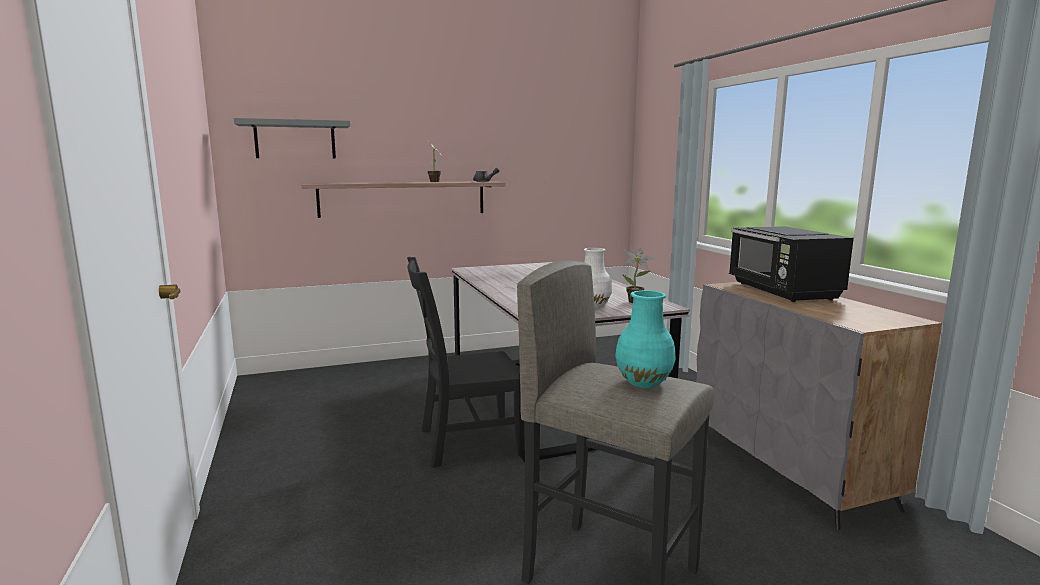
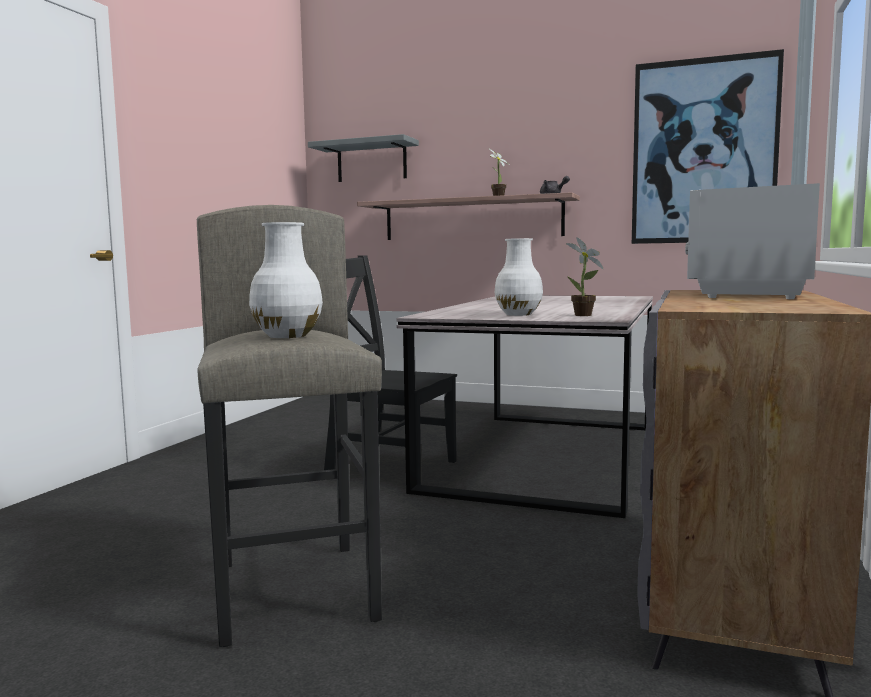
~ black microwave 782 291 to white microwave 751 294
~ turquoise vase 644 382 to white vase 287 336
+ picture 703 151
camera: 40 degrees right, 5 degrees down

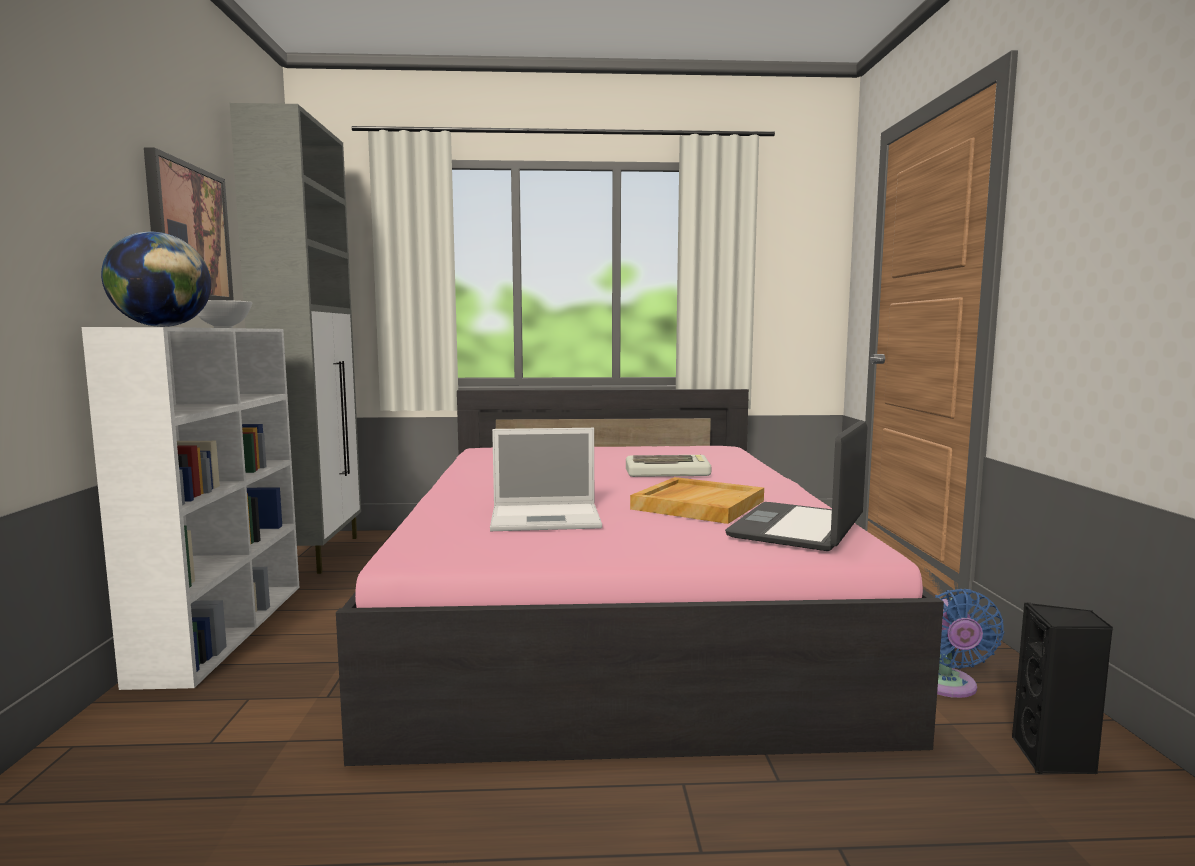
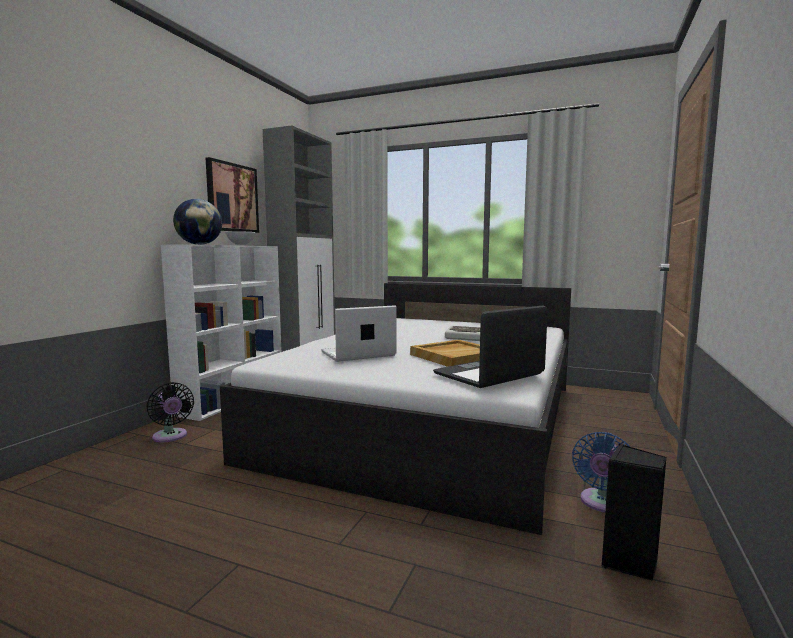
~ pink bed 615 607 to white bed 431 419
~ laptop 548 518 = 357 354 135 degrees clockwise
+ black fan 170 437
camera: 25 degrees right, 0 degrees up

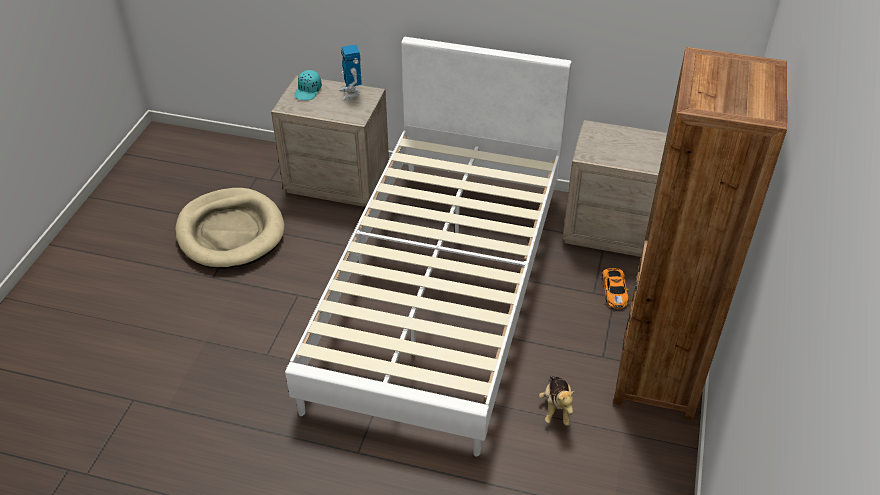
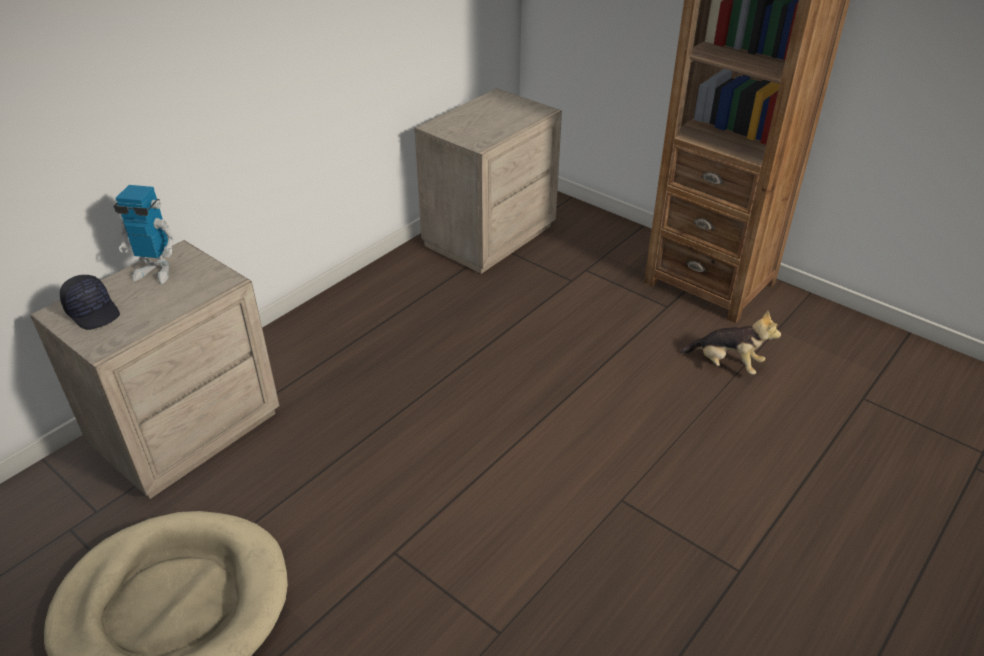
- white bed 440 291
~ turquoise cap 308 91 to black cap 93 311
- toy car 614 290
camera: 65 degrees left, 5 degrees down

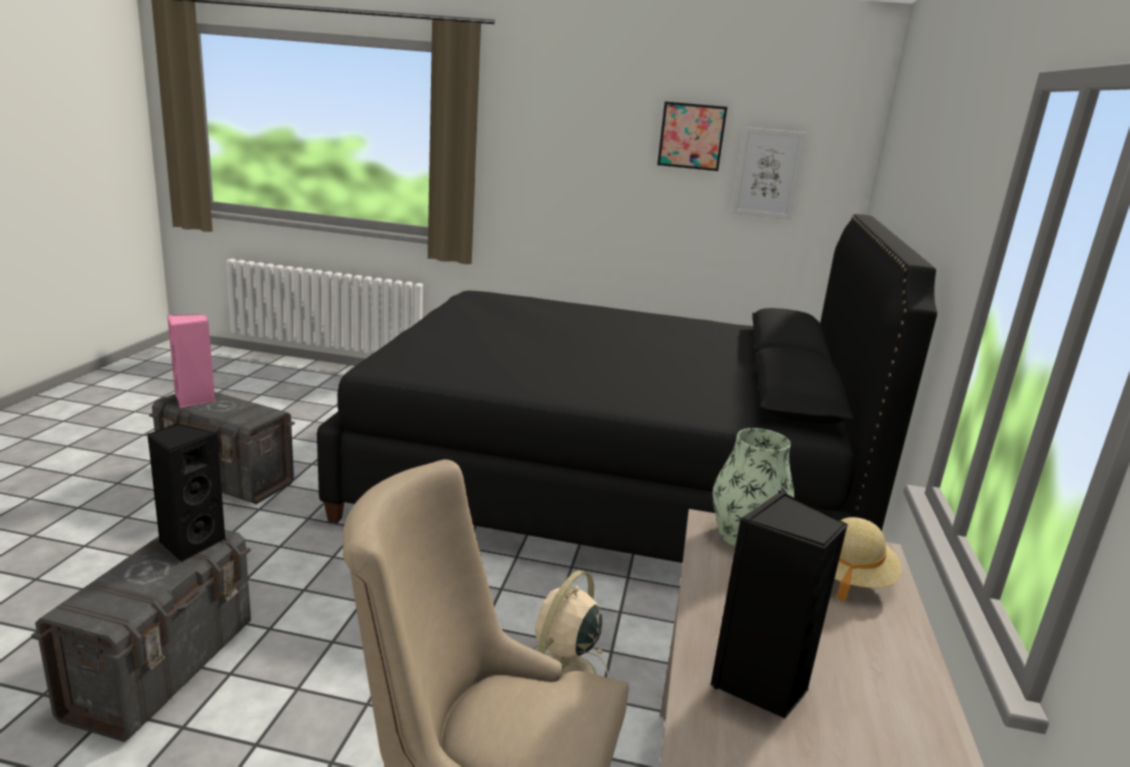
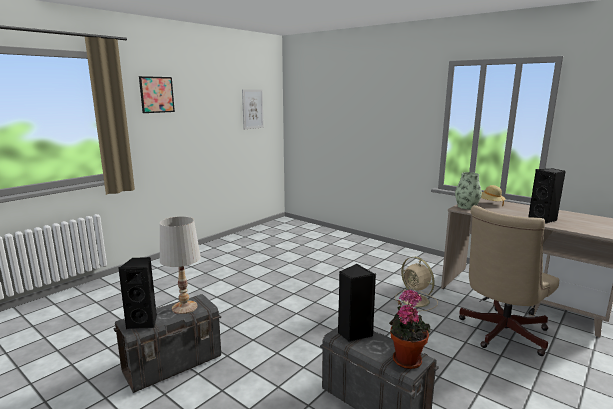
~ picture 691 136 to 157 94
- black bed 604 482
~ pink speaker 195 399 to black speaker 144 322
+ white table lamp 184 307
+ potted plant 406 358
camera: 60 degrees left, 5 degrees down

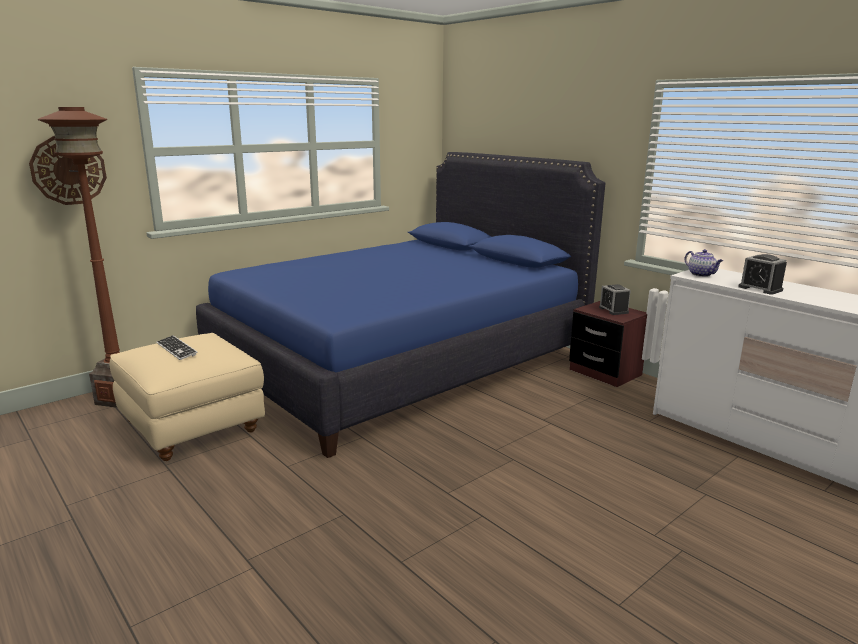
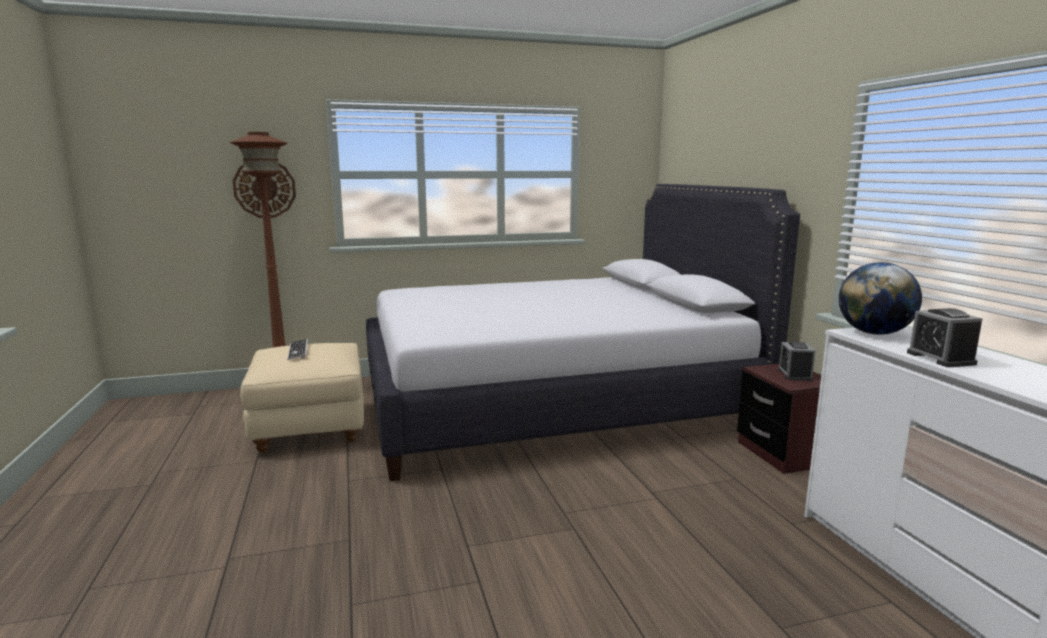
~ blue bed 400 362 to white bed 551 402
~ teapot 701 274 to globe 874 333
camera: 25 degrees right, 5 degrees down

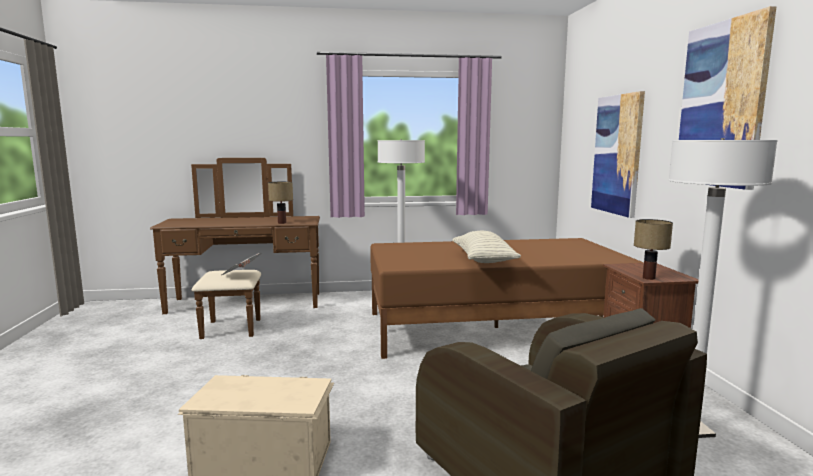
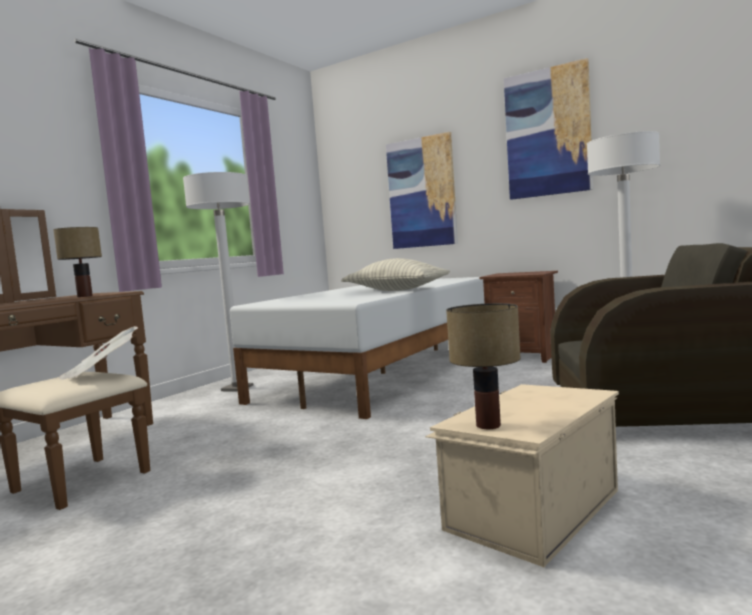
~ table lamp 649 278 to 489 425
~ brown bed 495 327 to white bed 384 373
camera: 50 degrees left, 5 degrees down

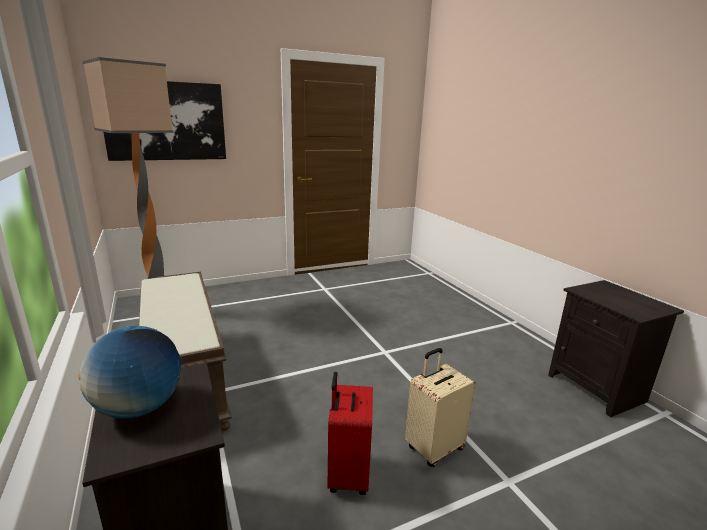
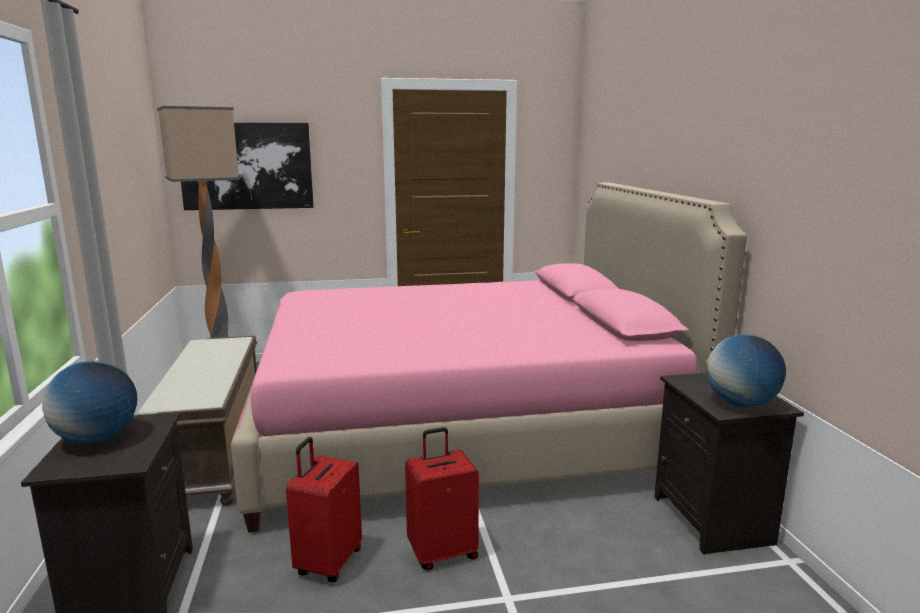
~ beige suitcase 433 447 to red suitcase 442 552
+ pink bed 462 430
+ globe 740 404
camera: 15 degrees right, 5 degrees down

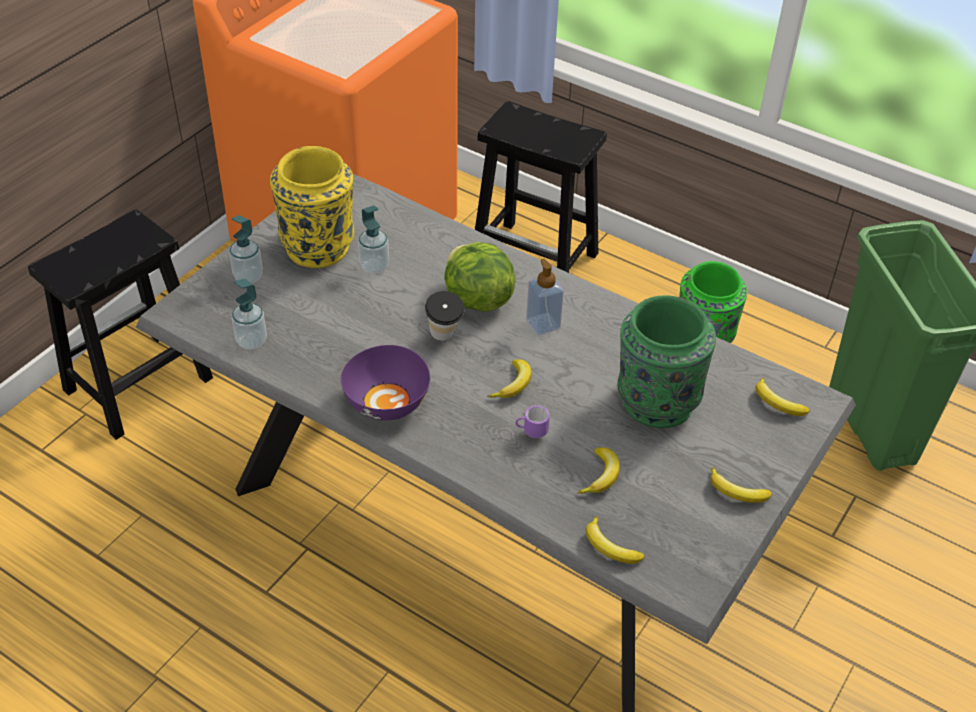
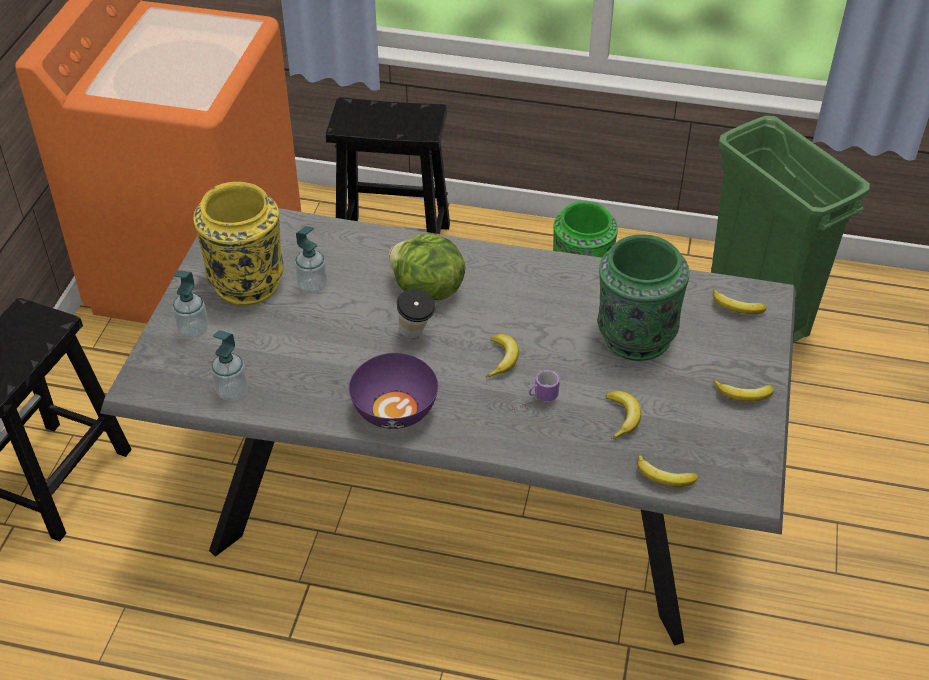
- soap dispenser 543 324
camera: 20 degrees left, 0 degrees up

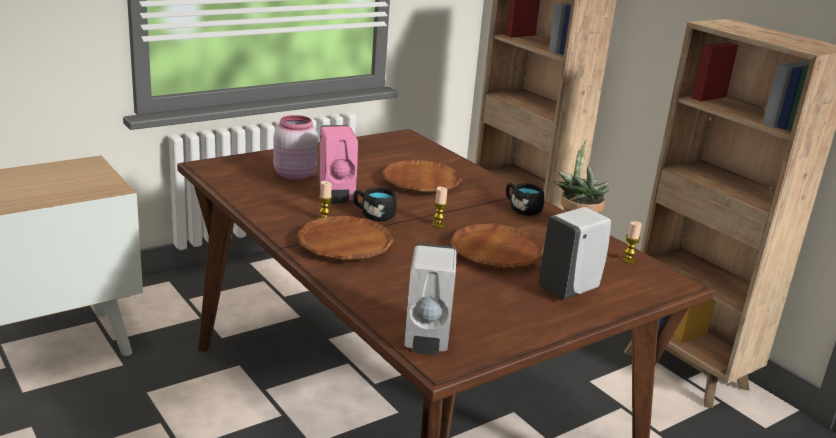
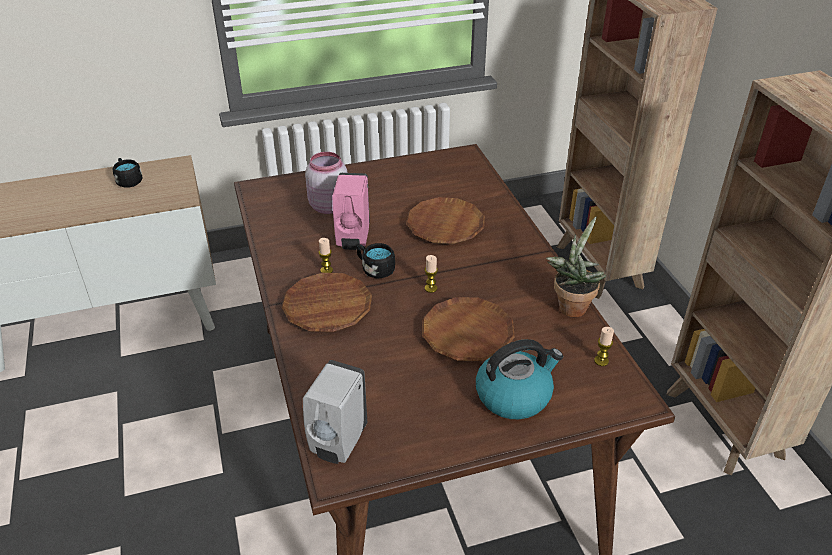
~ black mug 521 209 to 128 180
~ white soap dispenser 570 289 to kettle 514 395
camera: 20 degrees right, 15 degrees up

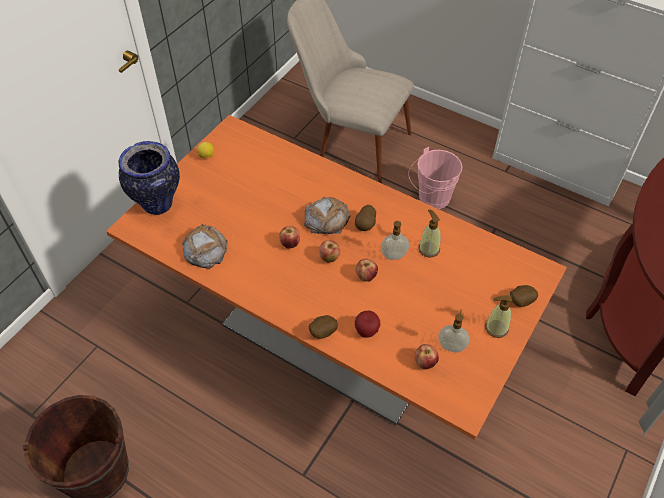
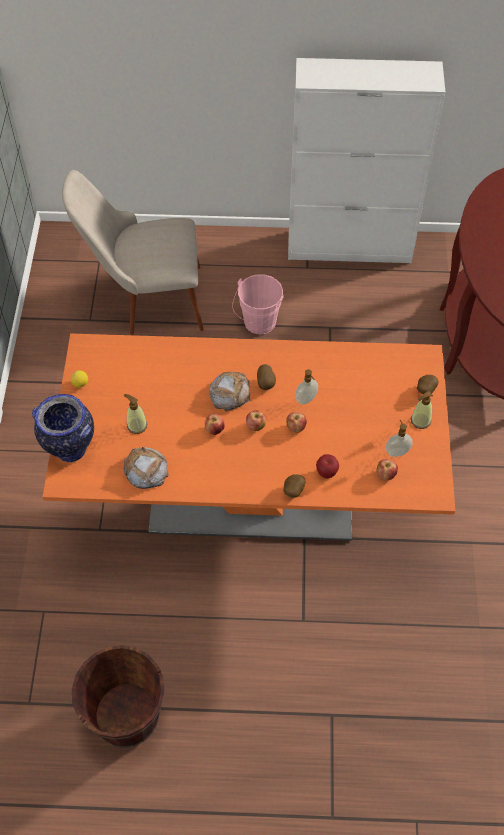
~ soap dispenser 429 249 to 137 425
camera: 30 degrees left, 5 degrees up

